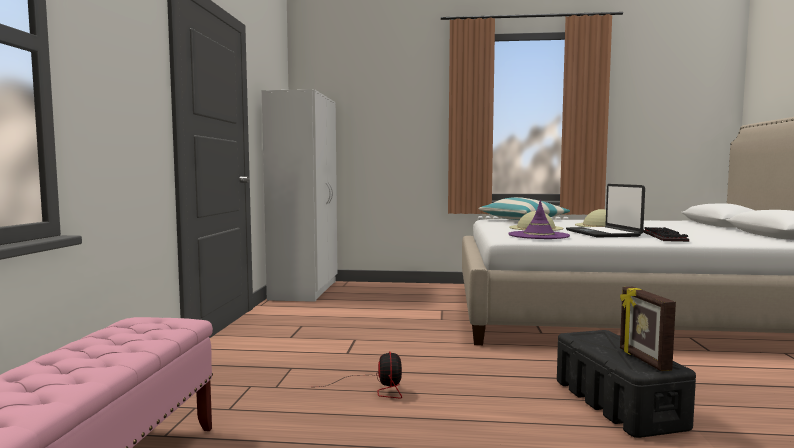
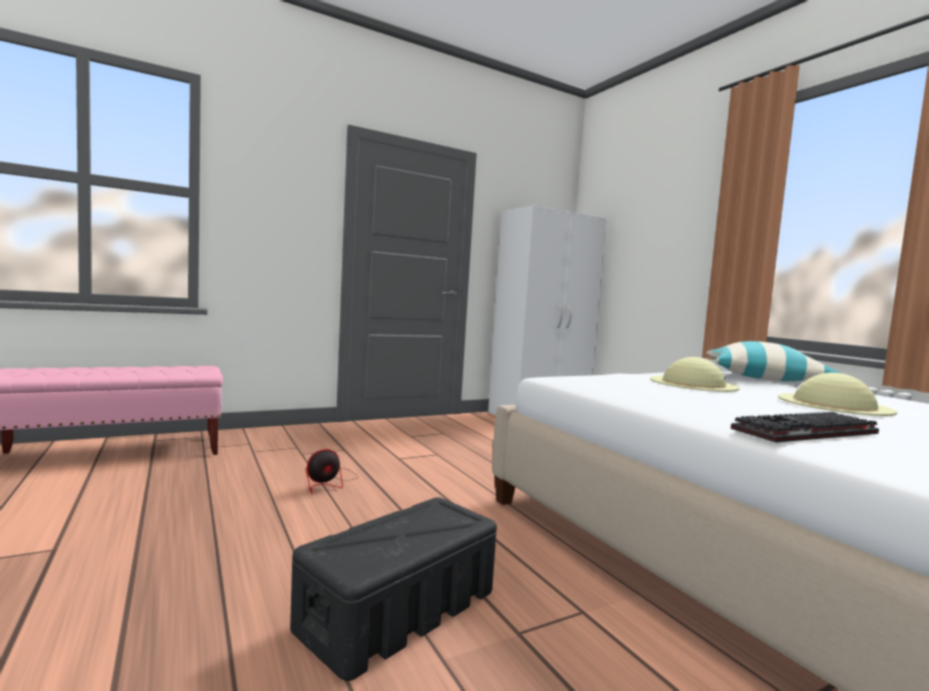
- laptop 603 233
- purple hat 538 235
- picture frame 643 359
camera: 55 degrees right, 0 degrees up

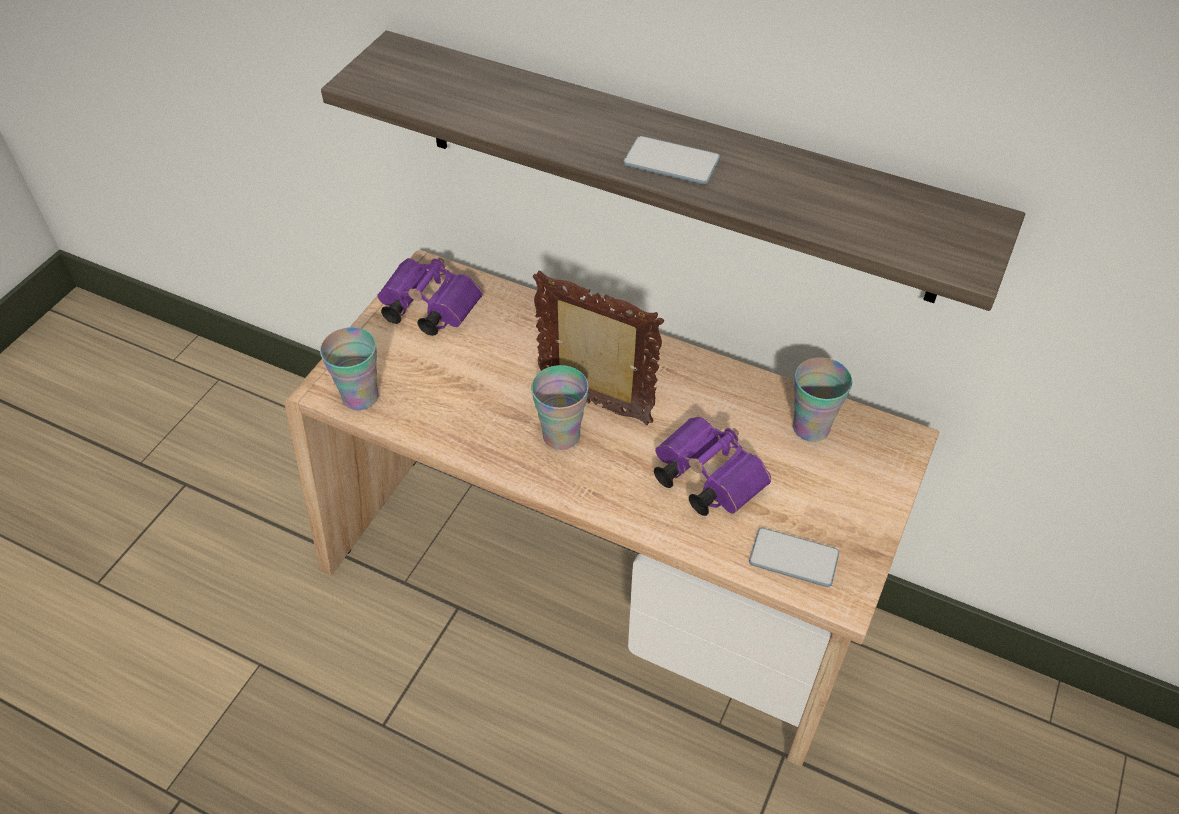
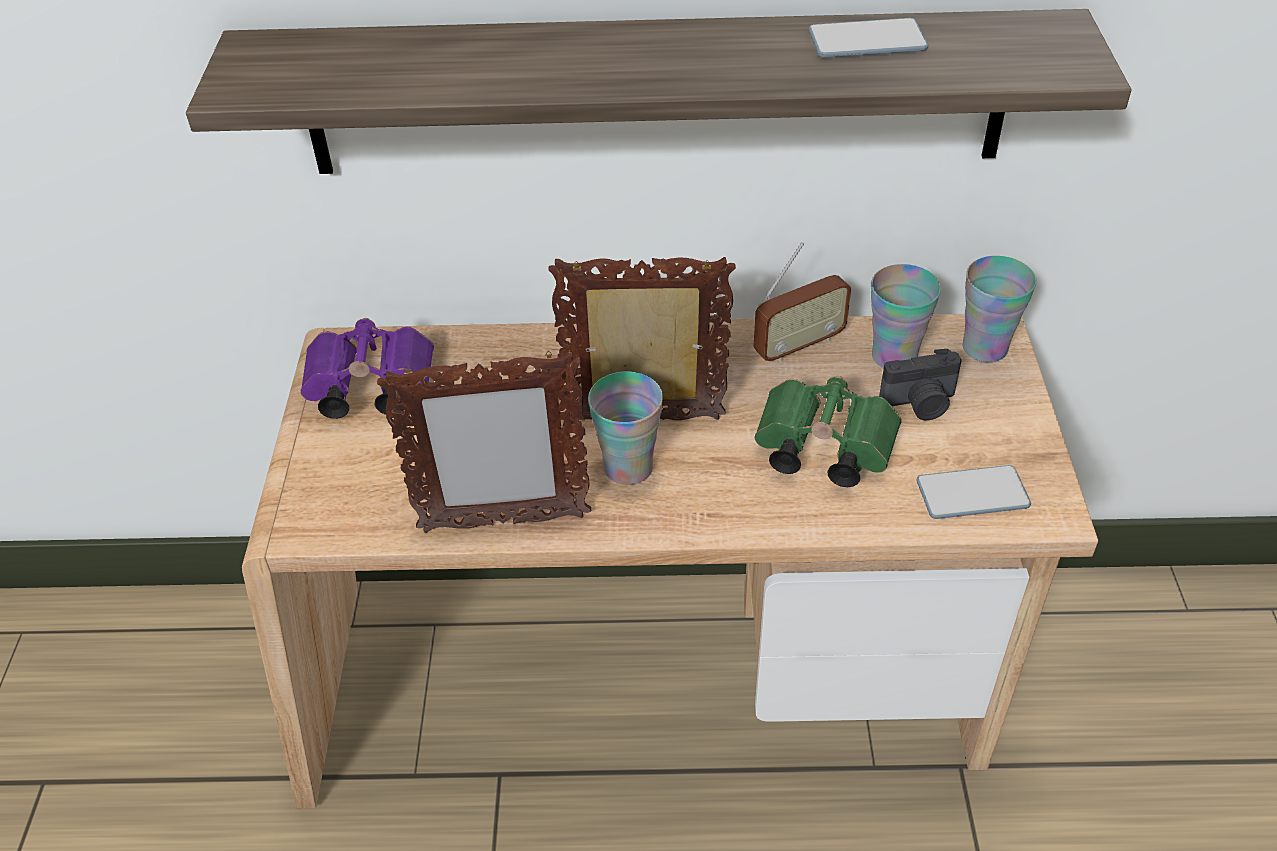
~ phone 671 162 to 867 41
~ cup 360 397 to 984 348
~ purple binoculars 704 477 to green binoculars 819 450
+ radio 798 346
+ photo camera 920 404
+ picture frame 503 523
camera: 25 degrees left, 5 degrees down

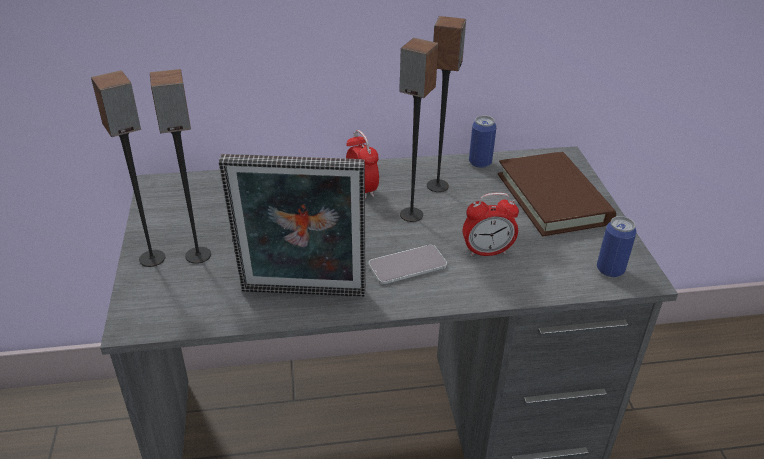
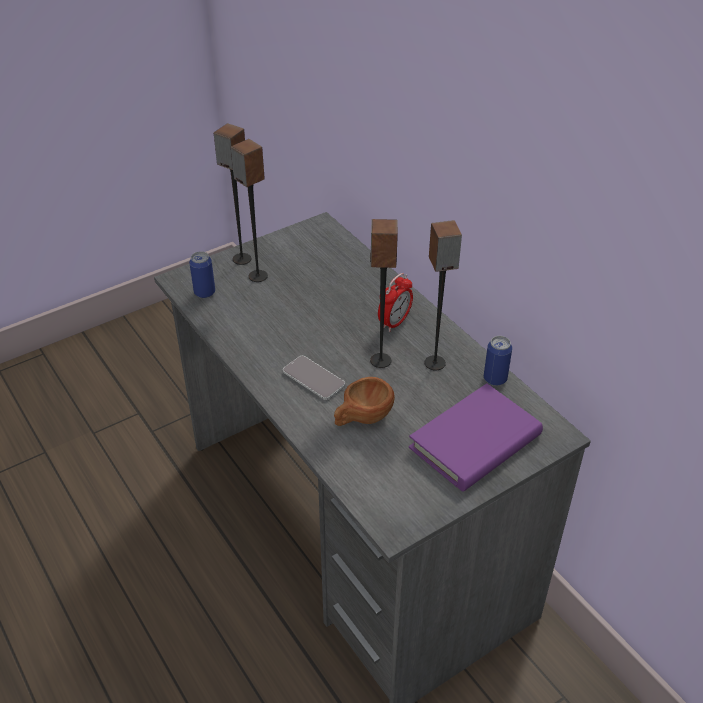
~ brown book 553 198 to purple book 475 442
- picture frame 302 296
~ alarm clock 487 252 to brown cup 362 418
~ can 610 270 to 204 292
camera: 65 degrees right, 5 degrees up

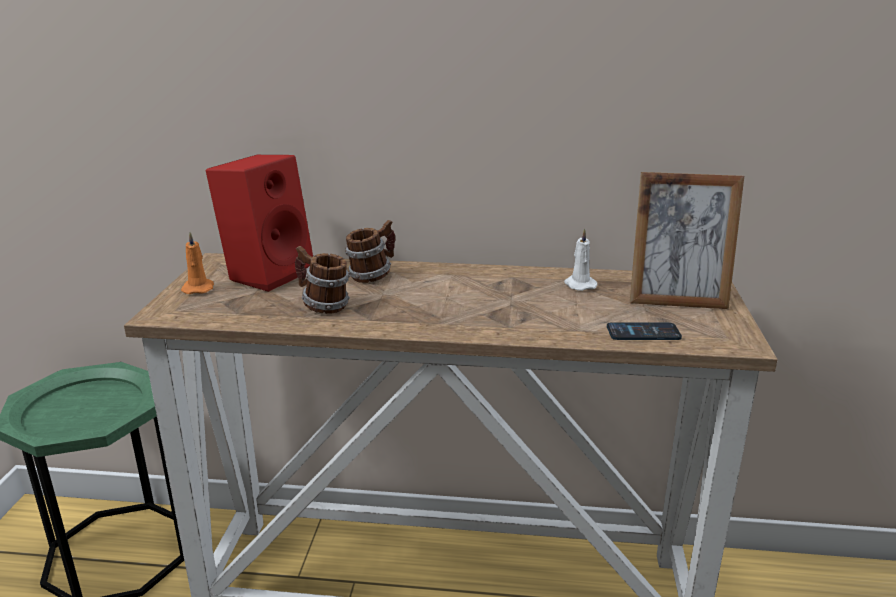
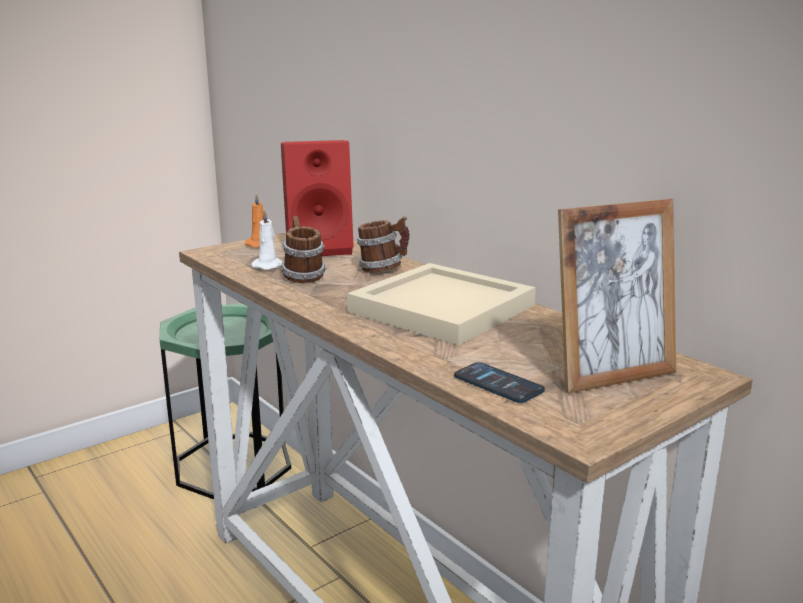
~ picture frame 676 300 = 611 375 75 degrees counterclockwise
~ white candle 579 284 to 269 266
+ beige tray 445 308
camera: 45 degrees right, 5 degrees down

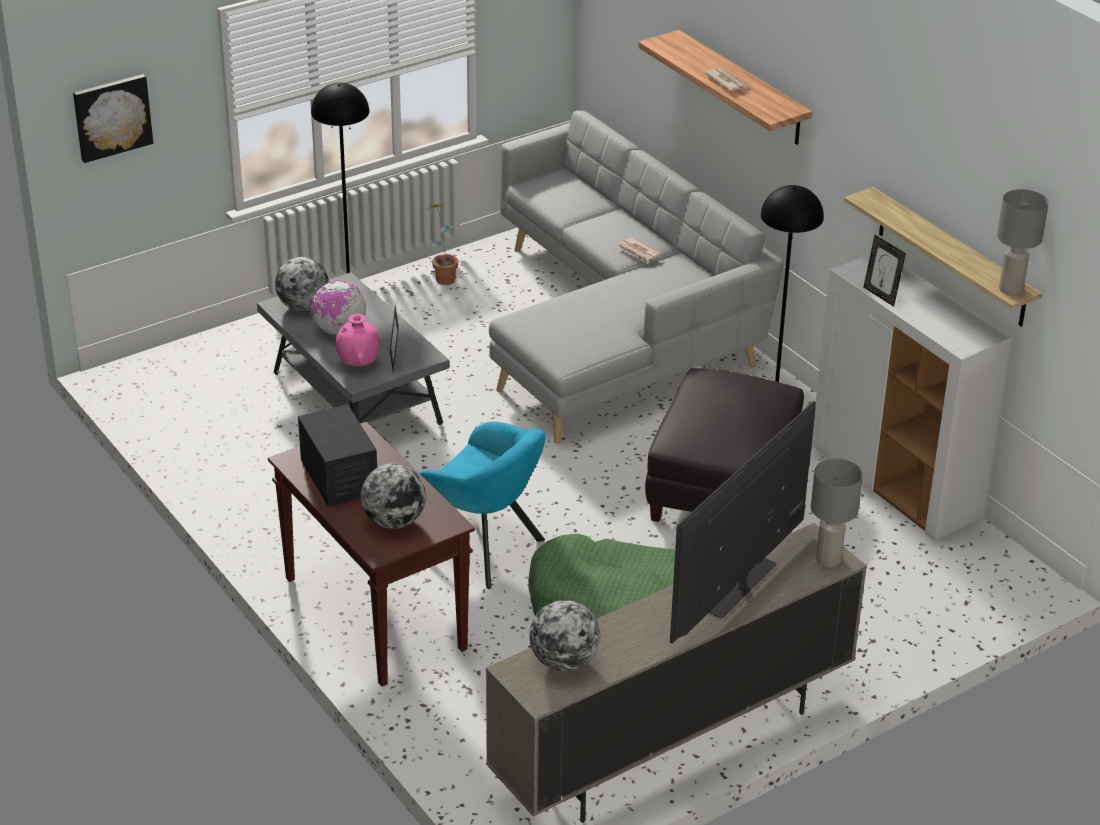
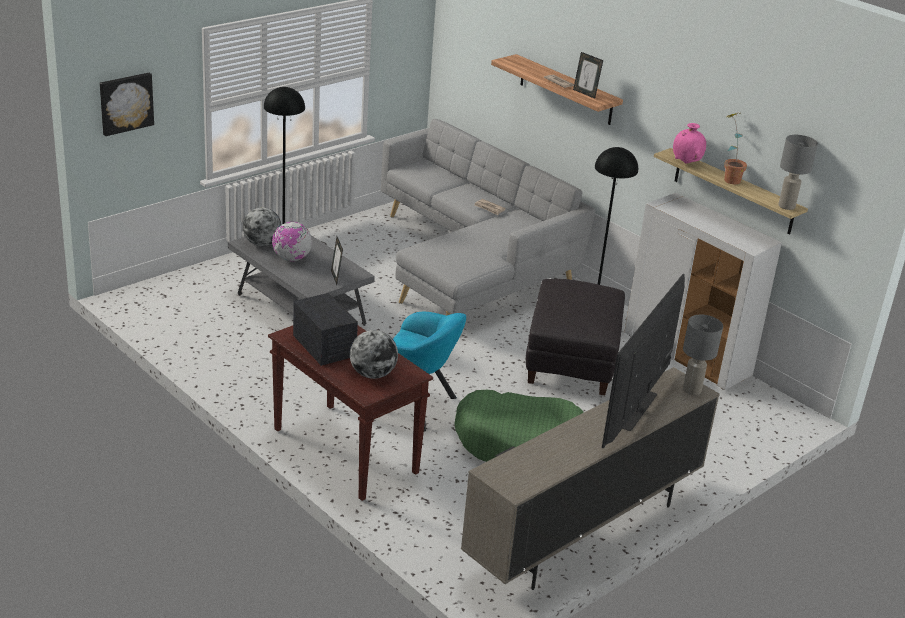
~ potted plant 443 276 to 728 178
~ picture frame 881 295 to 585 93
~ pink vase 358 364 to 686 163
- globe 564 662
camera: 10 degrees left, 5 degrees down

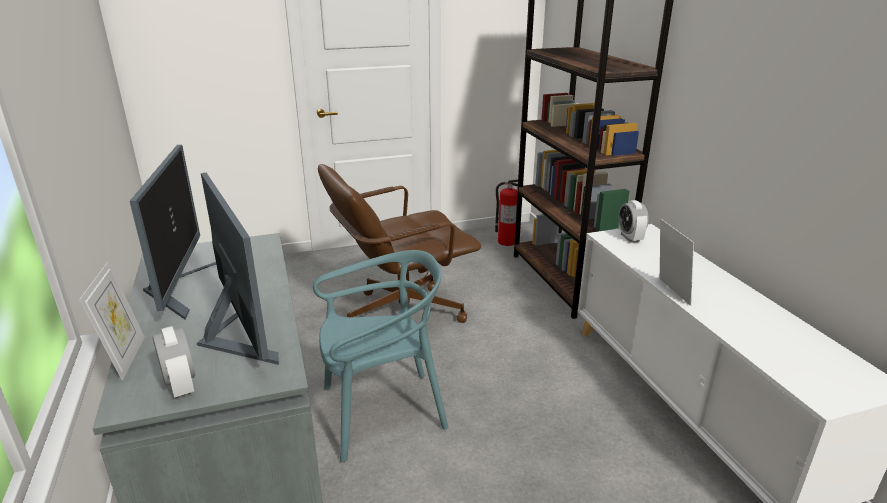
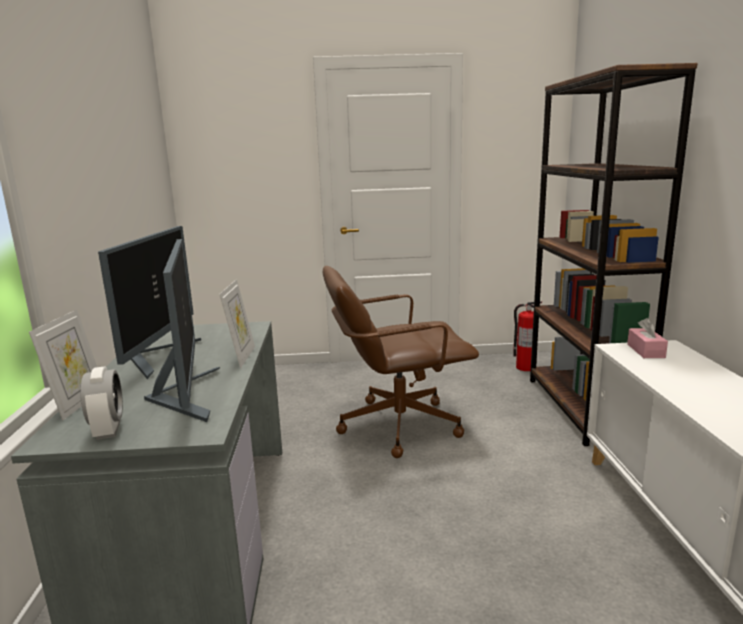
~ alarm clock 630 238 to pink tissue box 645 351
~ picture frame 669 292 to 242 357
- turquoise chair 382 412
camera: 15 degrees right, 10 degrees down

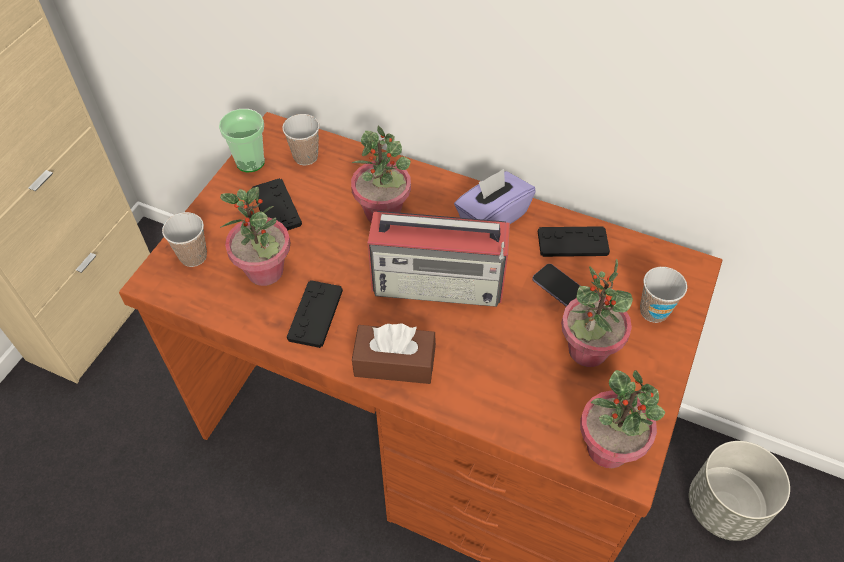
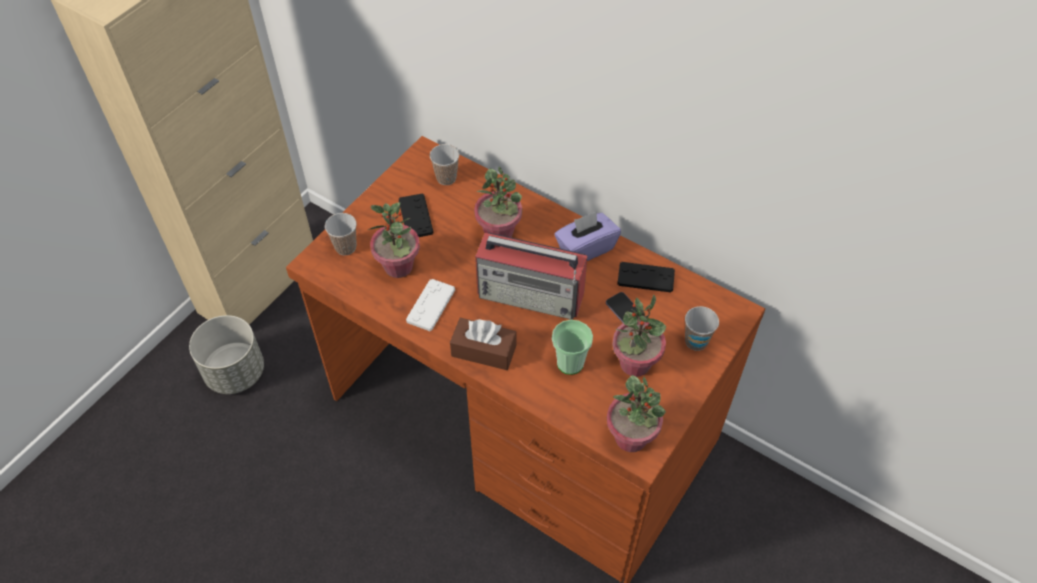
~ cup 250 162 to 570 363
~ black game controller 315 314 to white game controller 431 305
~ grey planter 724 506 to 235 372
camera: 10 degrees right, 0 degrees up

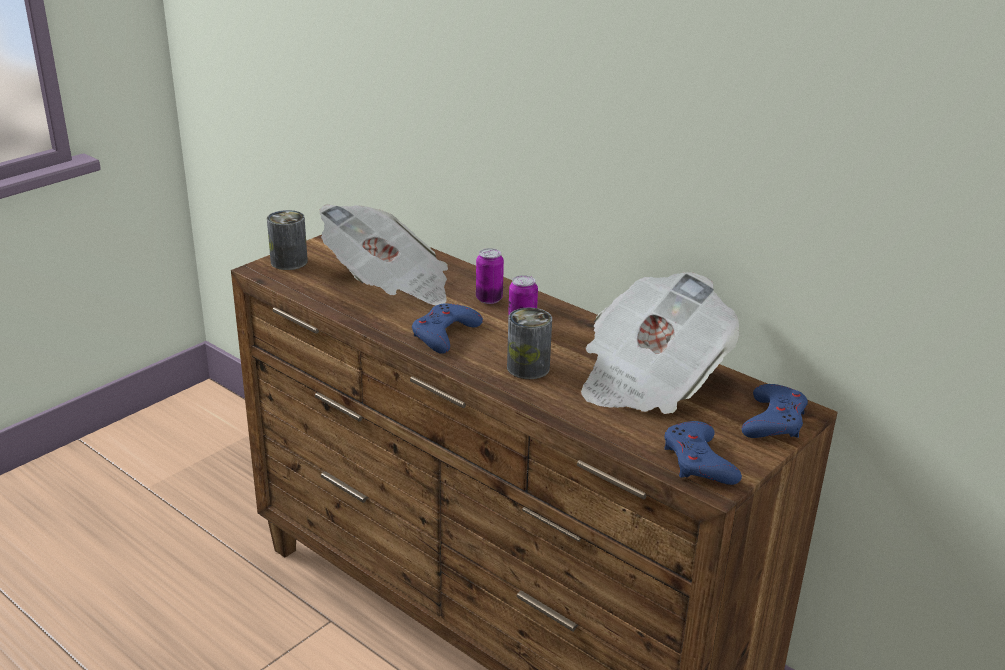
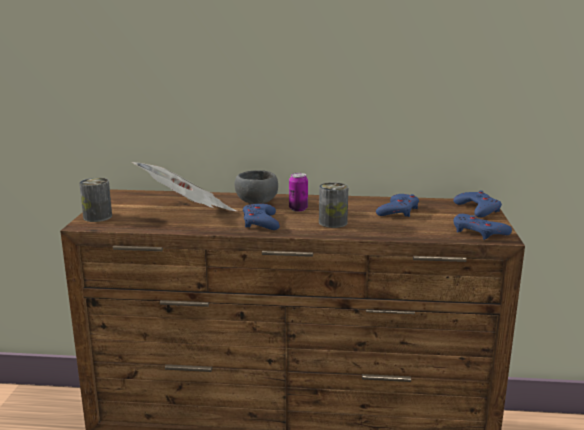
~ can 489 299 to grey bowl 257 203
~ newspaper 649 379 to blue game controller 398 211
camera: 35 degrees left, 10 degrees down

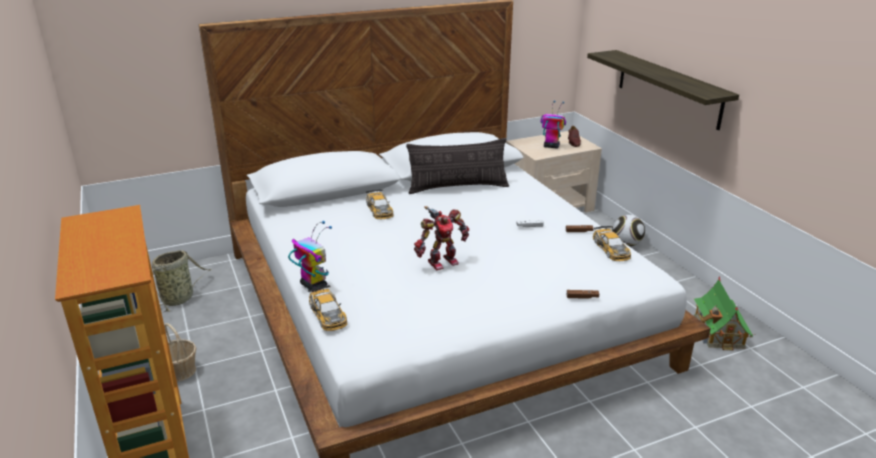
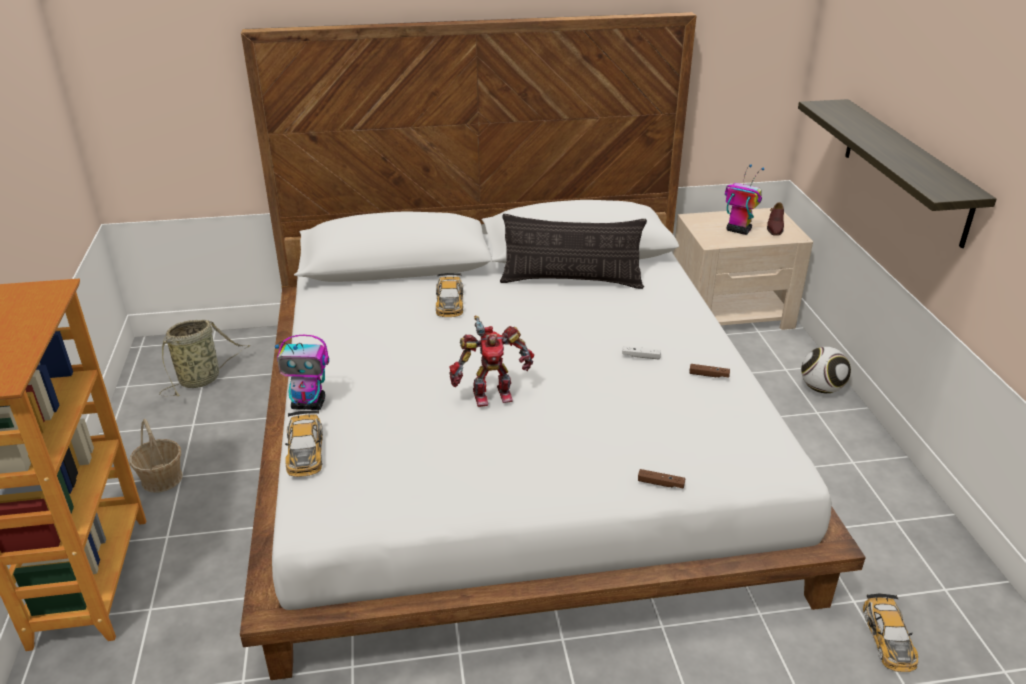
~ toy robot 313 285 = 309 404 120 degrees clockwise
~ toy car 611 249 to 889 638
- toy house 718 331
camera: 15 degrees right, 5 degrees up

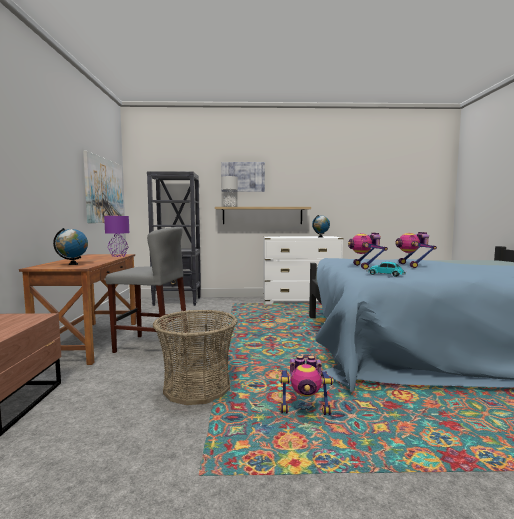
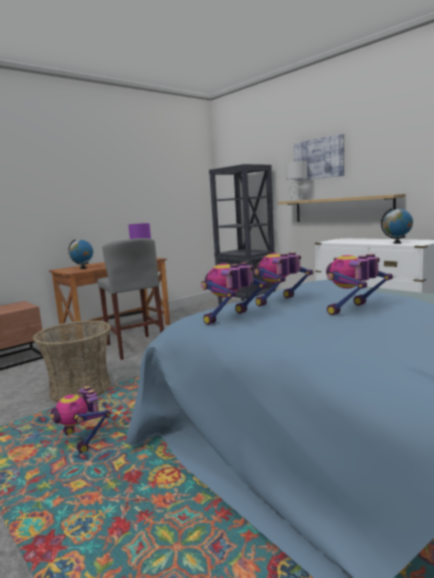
- picture 104 191
~ toy car 386 275 to toy robot 231 319
camera: 50 degrees right, 5 degrees up

